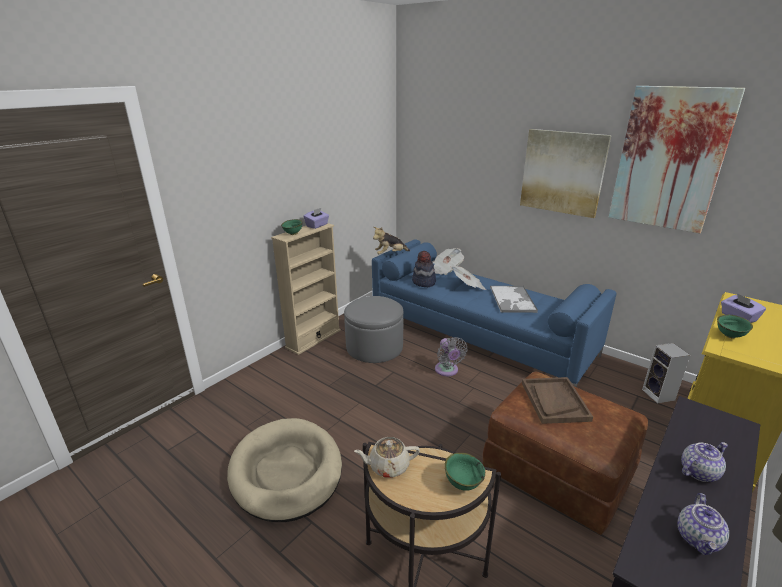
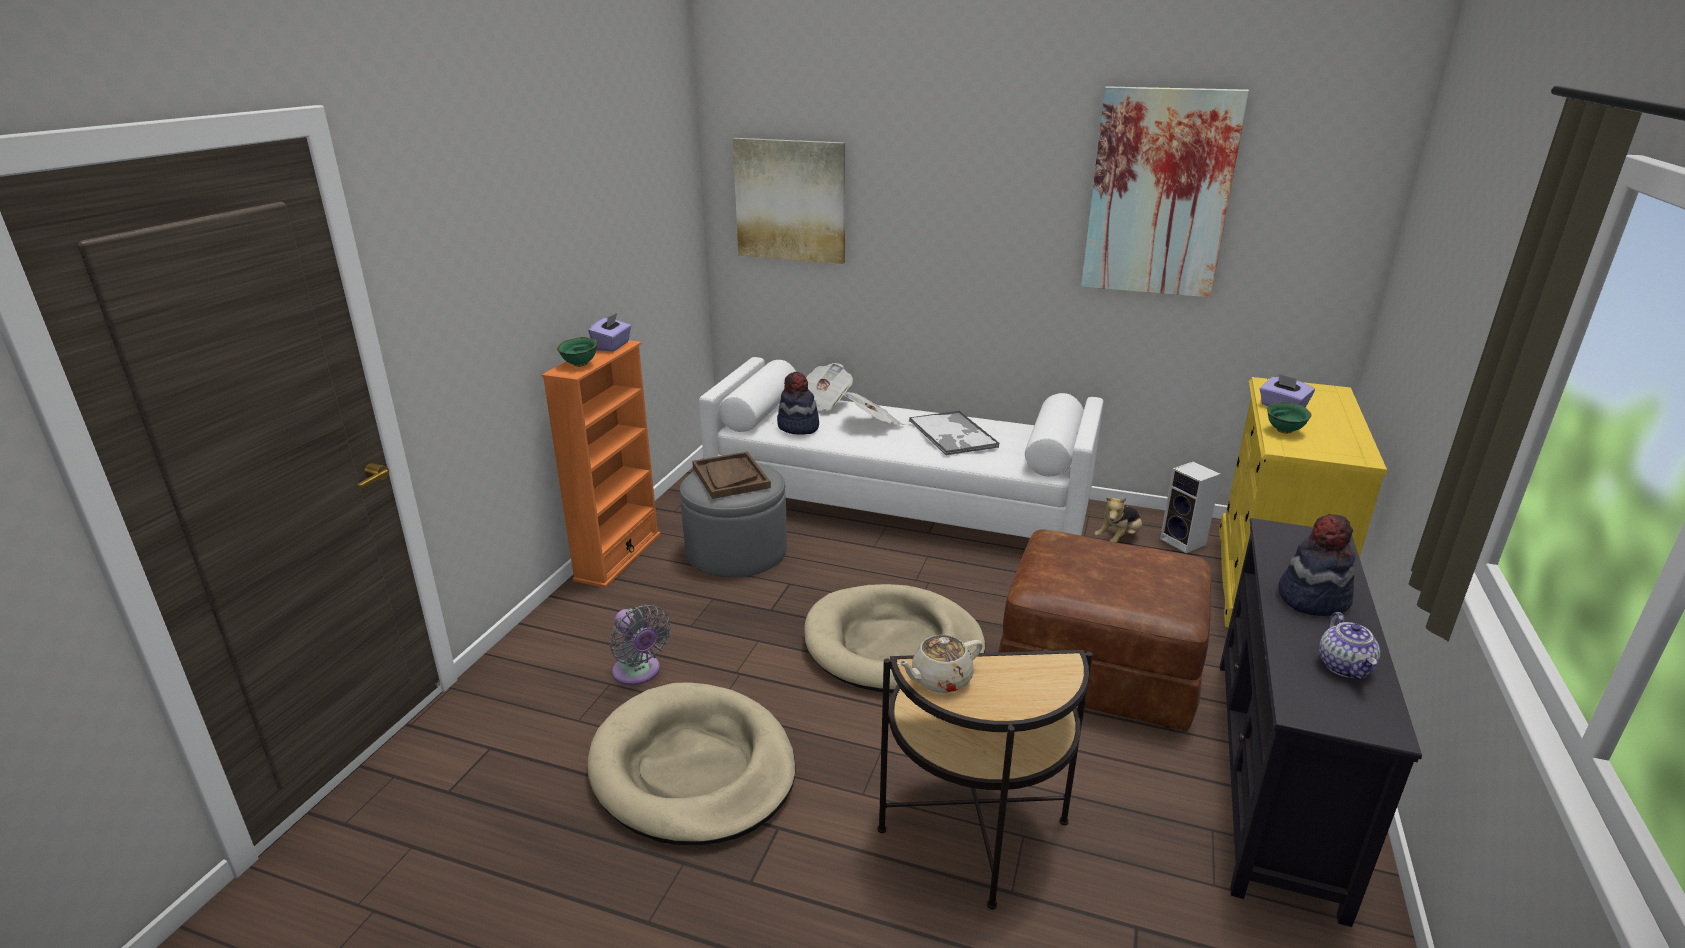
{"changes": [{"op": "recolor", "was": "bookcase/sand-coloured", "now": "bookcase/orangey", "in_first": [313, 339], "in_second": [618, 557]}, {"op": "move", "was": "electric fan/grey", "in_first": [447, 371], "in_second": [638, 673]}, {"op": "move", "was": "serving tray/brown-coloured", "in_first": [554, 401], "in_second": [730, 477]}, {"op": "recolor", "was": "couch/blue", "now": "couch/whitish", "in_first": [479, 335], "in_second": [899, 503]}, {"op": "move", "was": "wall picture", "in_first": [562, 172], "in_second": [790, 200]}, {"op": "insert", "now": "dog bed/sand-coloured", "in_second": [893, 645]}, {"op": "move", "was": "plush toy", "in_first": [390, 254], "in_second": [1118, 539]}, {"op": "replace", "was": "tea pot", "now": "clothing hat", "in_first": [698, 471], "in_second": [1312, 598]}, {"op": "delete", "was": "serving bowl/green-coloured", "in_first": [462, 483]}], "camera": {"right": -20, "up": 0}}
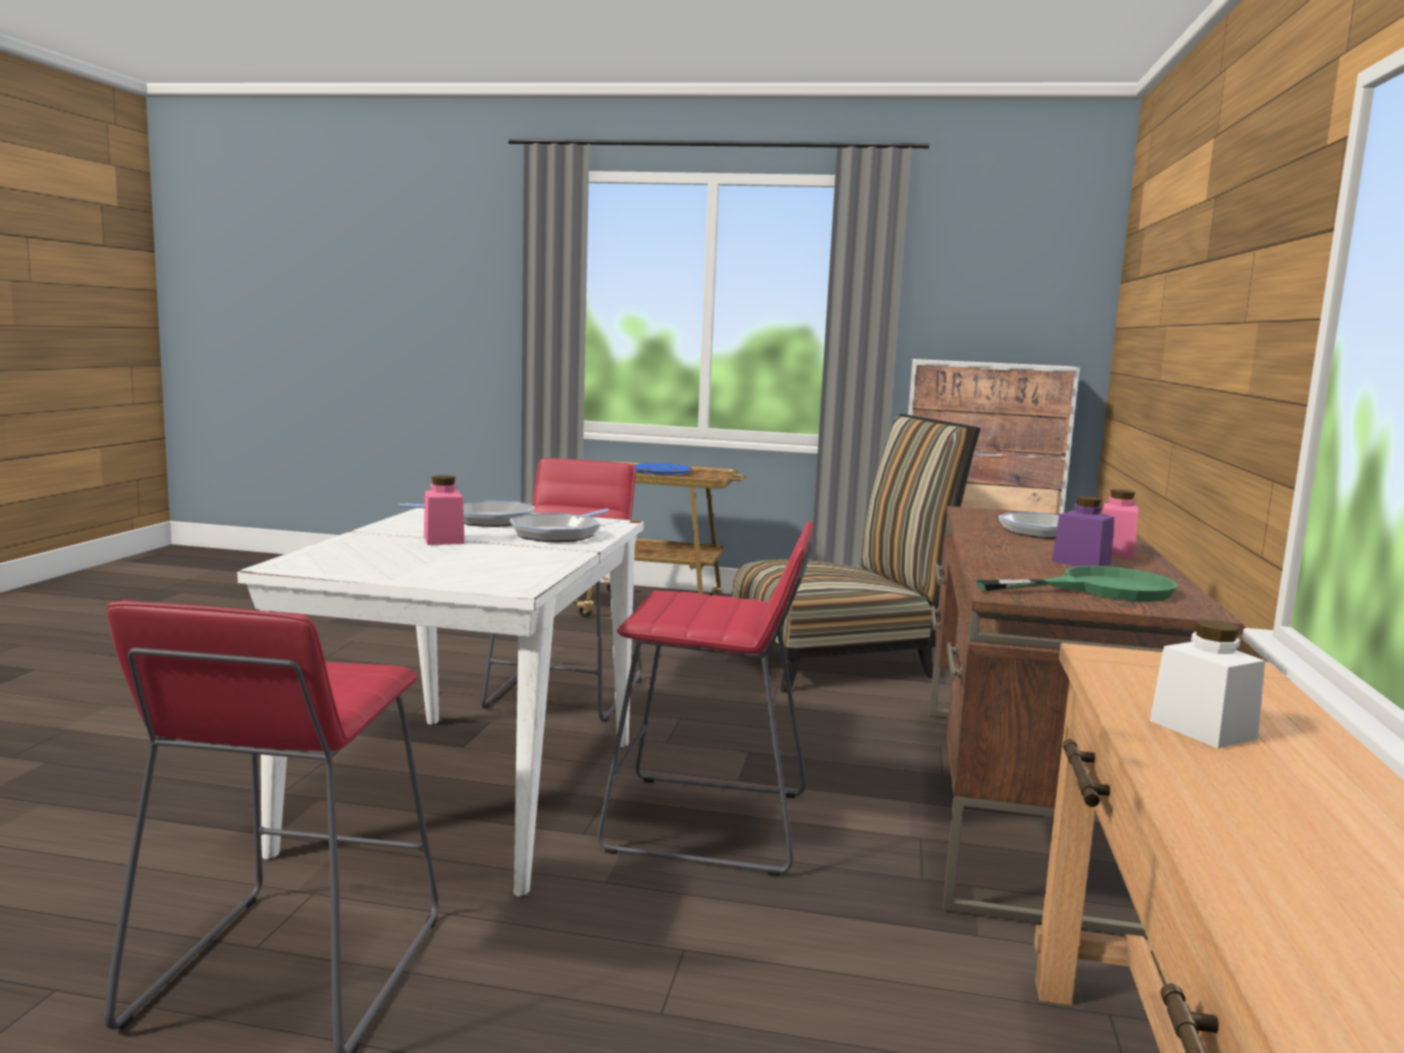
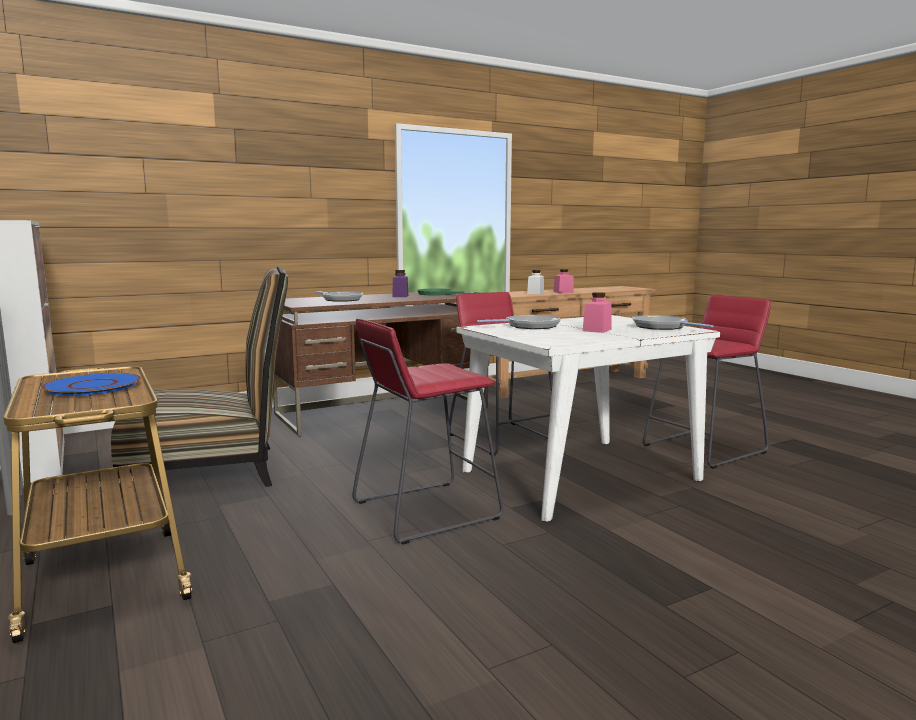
{"changes": [{"op": "rotate", "was": "chair", "in_first": [840, 660], "in_second": [213, 471], "clockwise": 135}, {"op": "move", "was": "jar/pink", "in_first": [1115, 552], "in_second": [563, 292]}, {"op": "move", "was": "skillet", "in_first": [485, 520], "in_second": [662, 327]}], "camera": {"right": -130, "up": 0}}
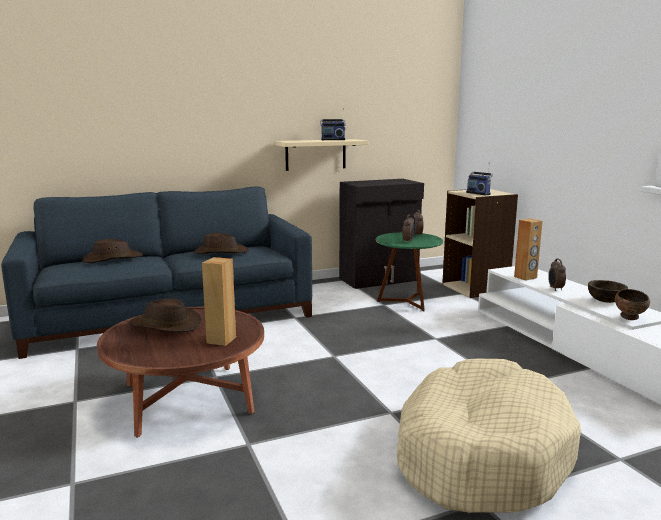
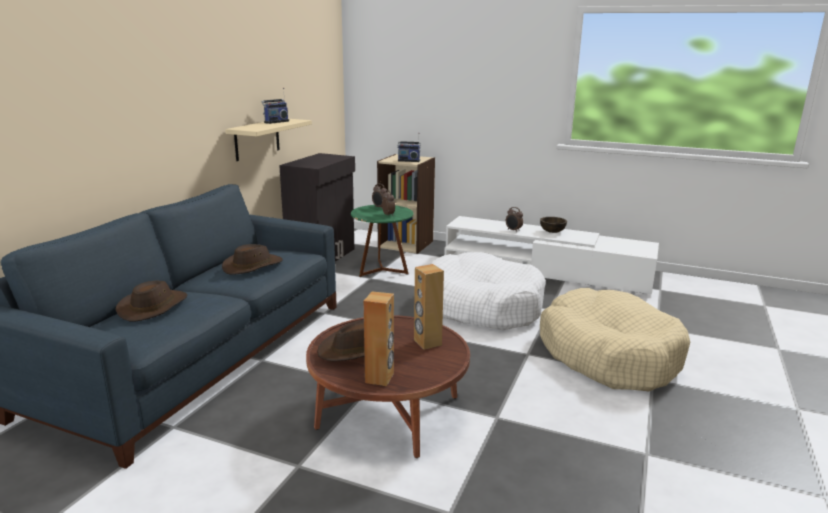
{"changes": [{"op": "move", "was": "audio speaker/brown-coloured", "in_first": [525, 277], "in_second": [380, 378]}, {"op": "insert", "now": "dog bed/whitish", "in_second": [481, 306]}, {"op": "delete", "was": "serving bowl/brown-coloured", "in_first": [630, 318]}], "camera": {"right": -45, "up": 5}}
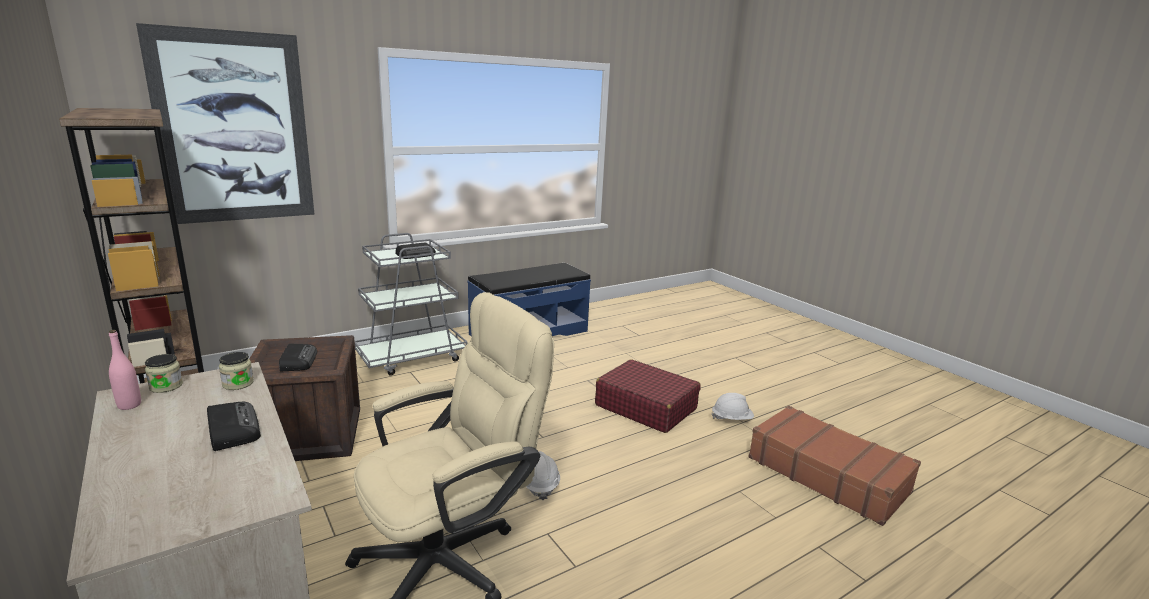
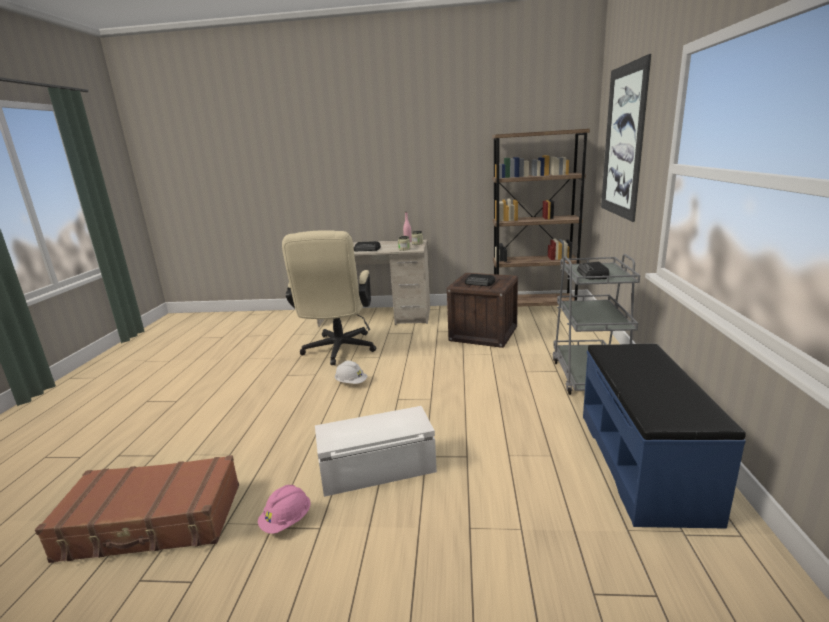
{"changes": [{"op": "recolor", "was": "safety helmet/whitish", "now": "safety helmet/pink", "in_first": [731, 419], "in_second": [287, 521]}, {"op": "replace", "was": "suitcase/reddish", "now": "storage bin/whitish", "in_first": [645, 407], "in_second": [377, 469]}], "camera": {"right": 130, "up": 0}}
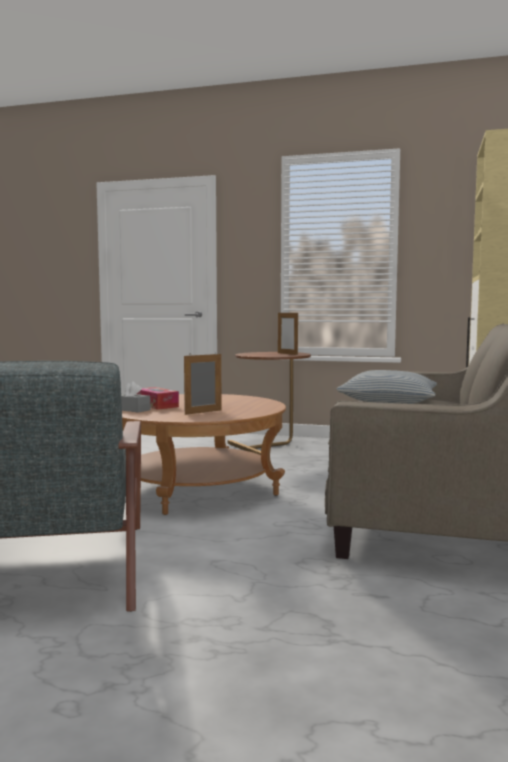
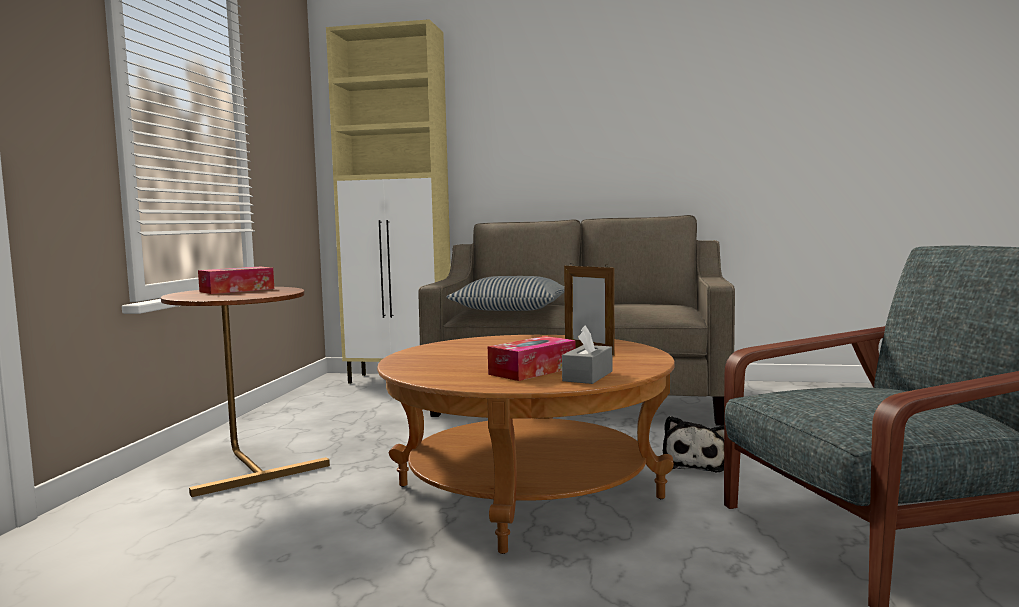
{"changes": [{"op": "replace", "was": "standing frame", "now": "tissue holder", "in_first": [287, 354], "in_second": [237, 290]}, {"op": "insert", "now": "plush toy", "in_second": [696, 463]}], "camera": {"right": -95, "up": 0}}
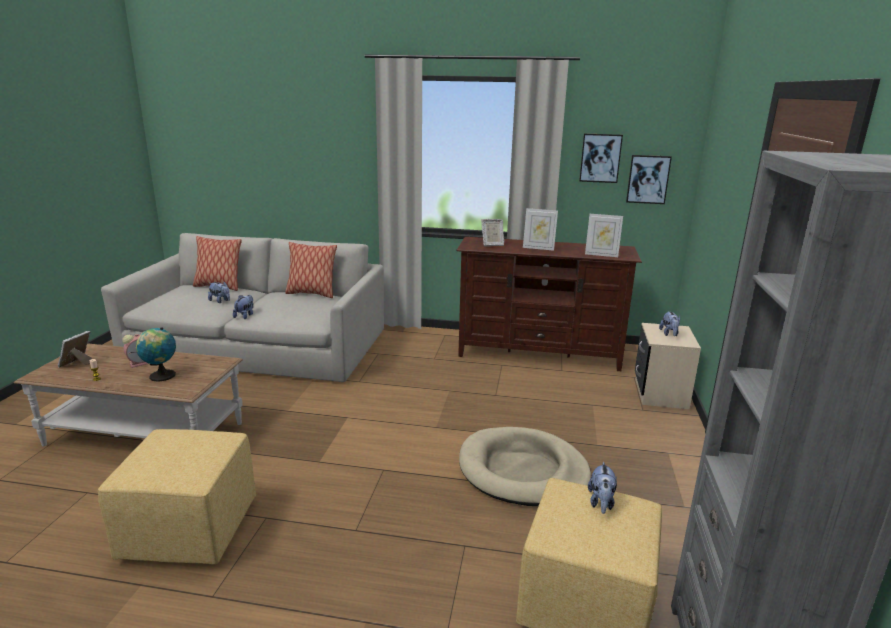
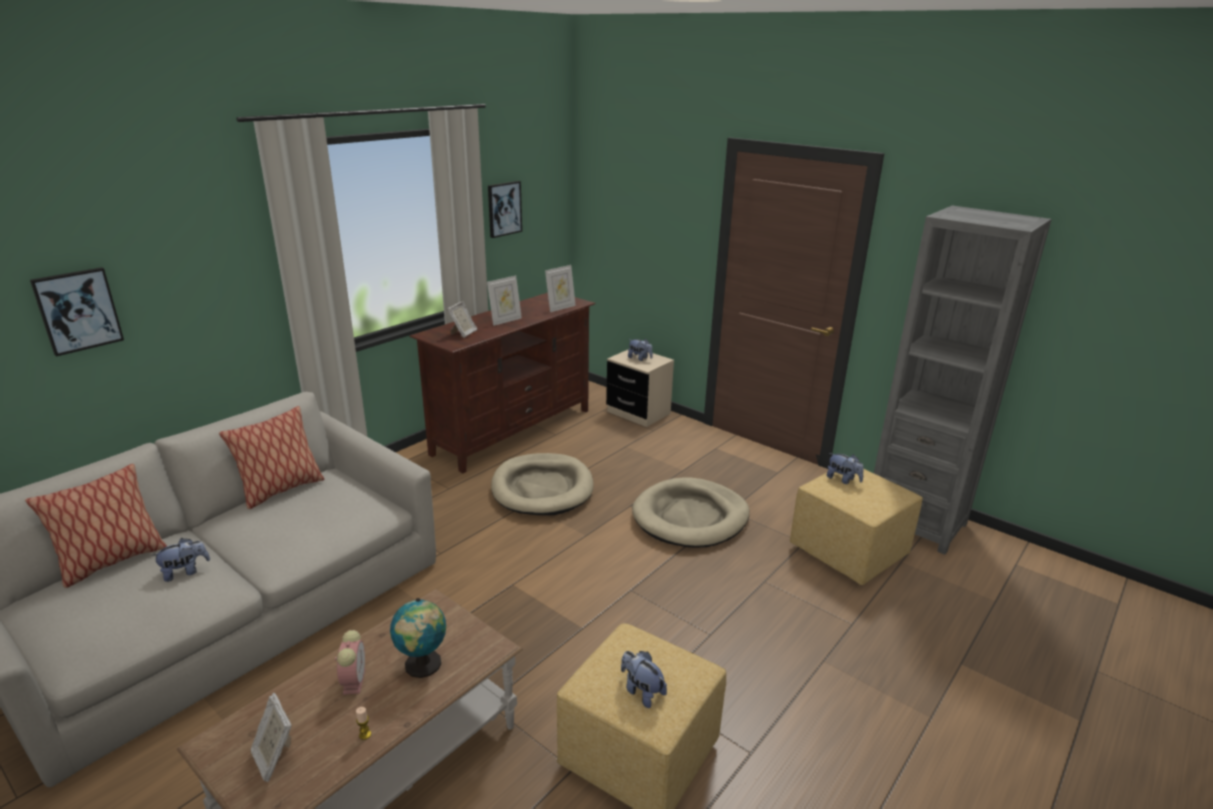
{"changes": [{"op": "move", "was": "wall picture", "in_first": [648, 179], "in_second": [78, 310]}, {"op": "insert", "now": "dog bed/sand-coloured", "in_second": [542, 488]}, {"op": "move", "was": "plush toy", "in_first": [245, 316], "in_second": [641, 691]}], "camera": {"right": -60, "up": 5}}
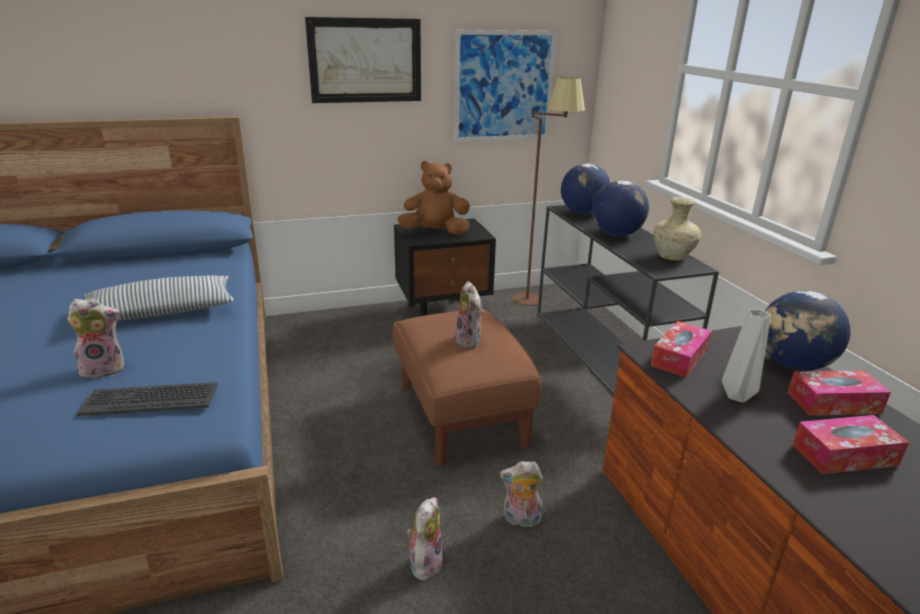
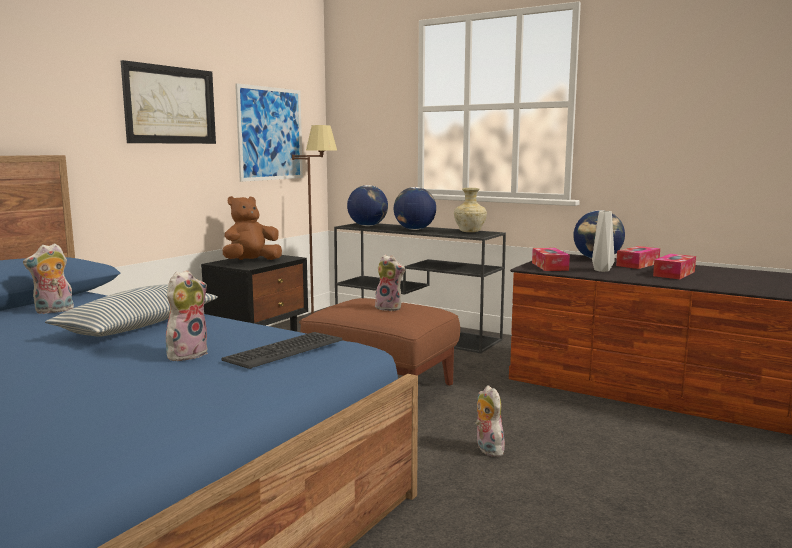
{"changes": [{"op": "move", "was": "plush toy", "in_first": [520, 520], "in_second": [53, 311]}], "camera": {"right": -40, "up": -15}}
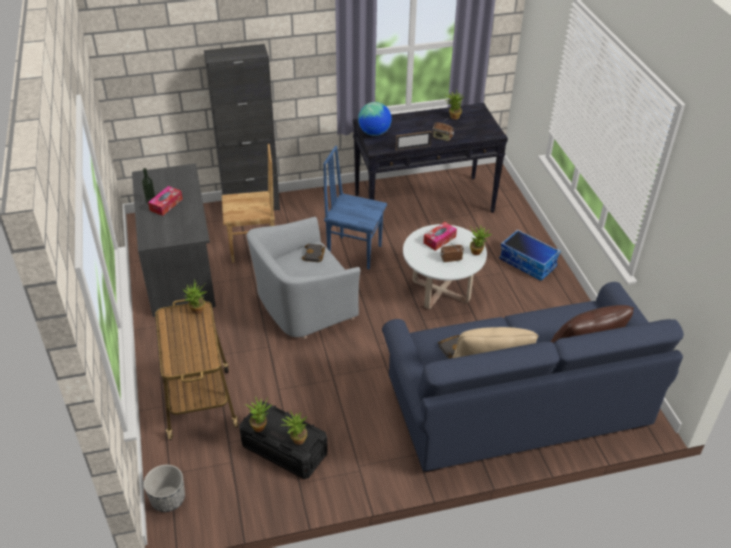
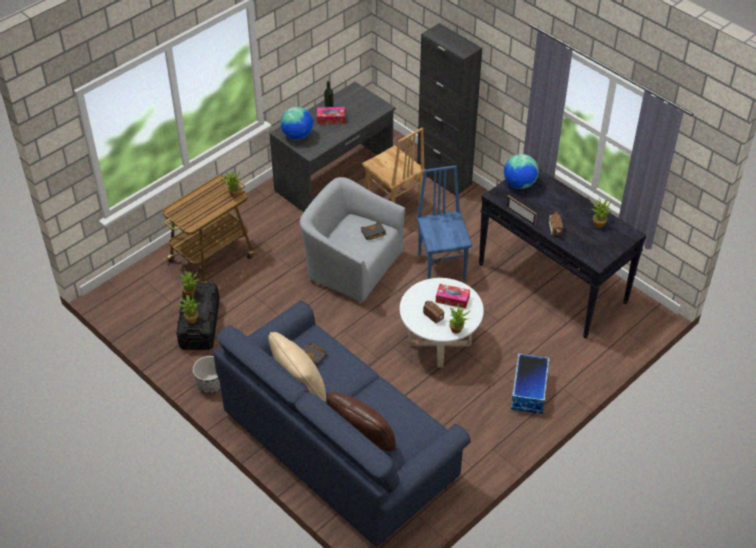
{"changes": [{"op": "move", "was": "plant pot", "in_first": [168, 499], "in_second": [210, 384]}, {"op": "insert", "now": "world globe", "in_second": [297, 135]}], "camera": {"right": 60, "up": 5}}
